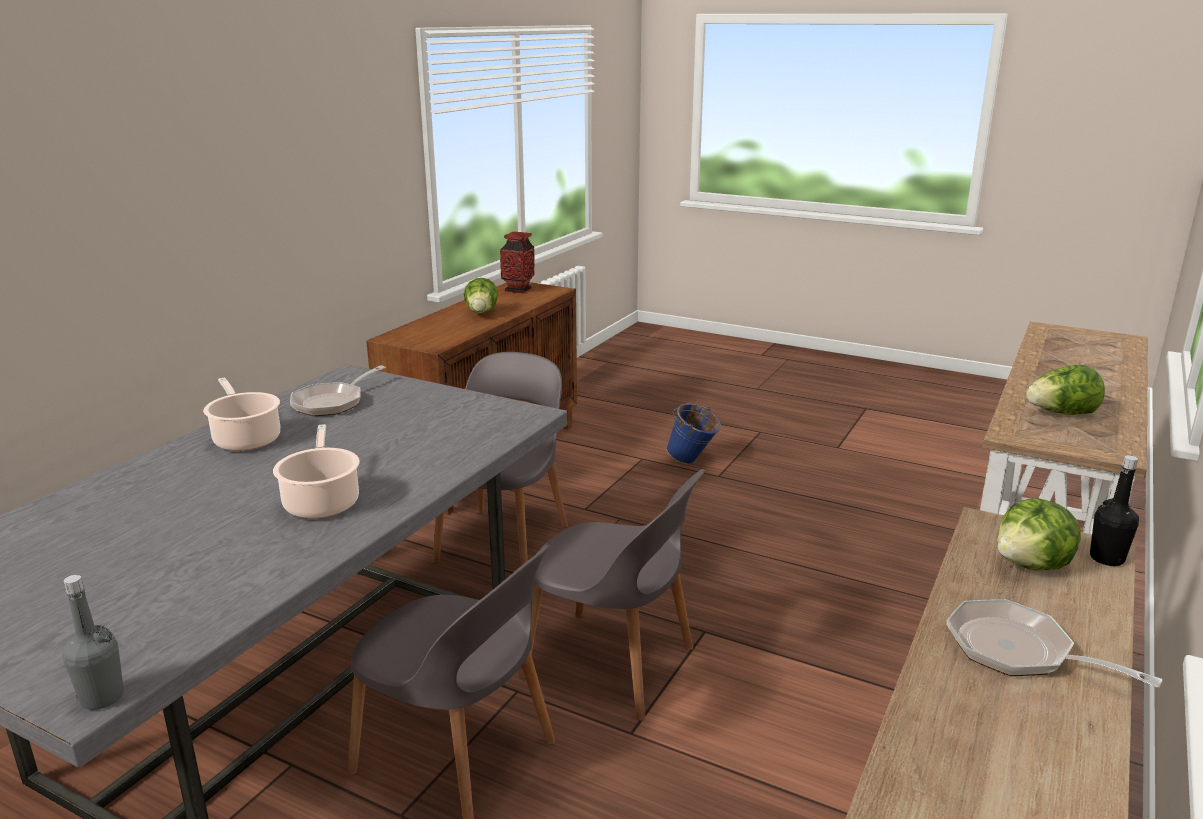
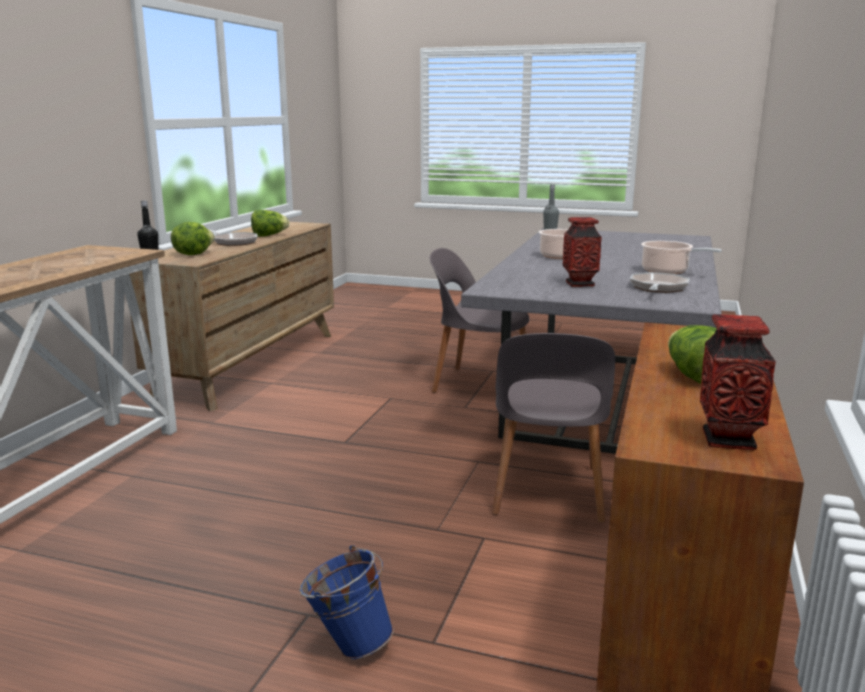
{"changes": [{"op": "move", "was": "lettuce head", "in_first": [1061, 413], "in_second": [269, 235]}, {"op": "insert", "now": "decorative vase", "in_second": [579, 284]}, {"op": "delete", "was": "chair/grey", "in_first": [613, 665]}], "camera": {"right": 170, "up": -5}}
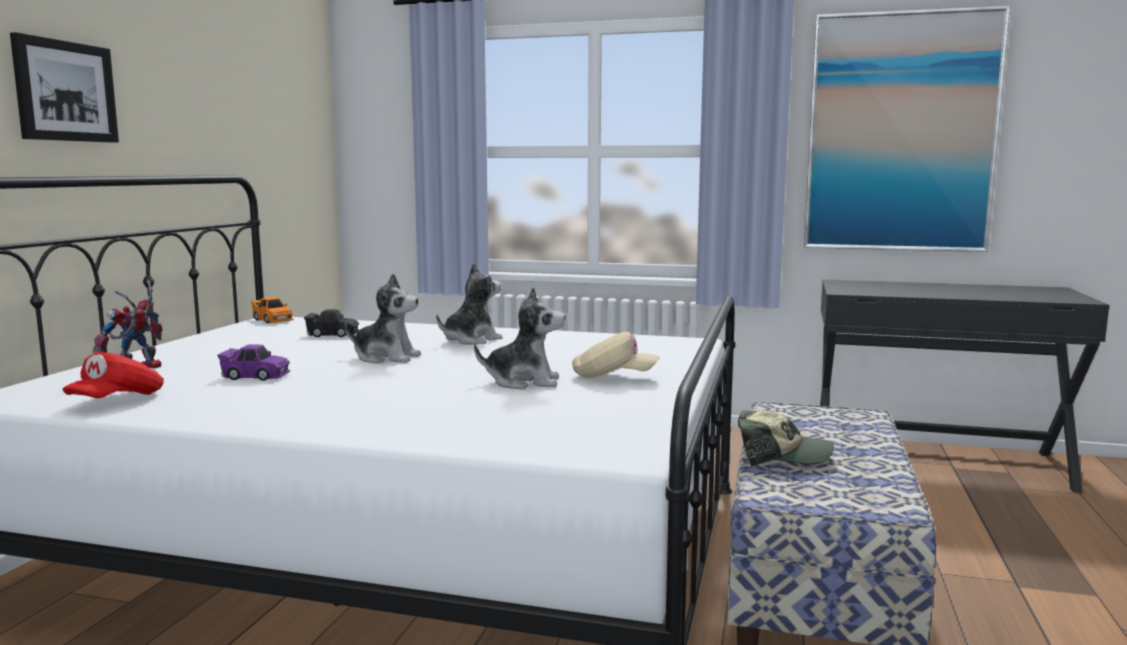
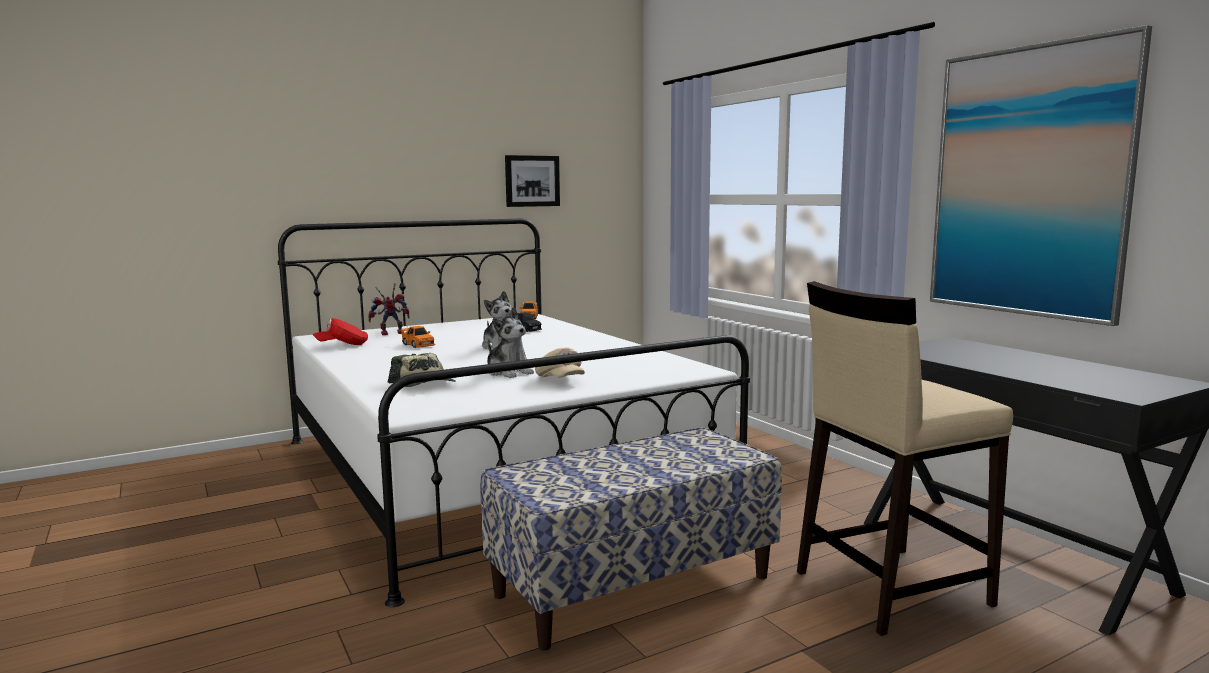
{"changes": [{"op": "move", "was": "cap", "in_first": [782, 456], "in_second": [424, 384]}, {"op": "recolor", "was": "toy car/purple", "now": "toy car/orangey", "in_first": [255, 376], "in_second": [418, 345]}, {"op": "move", "was": "wall picture", "in_first": [64, 91], "in_second": [532, 181]}, {"op": "insert", "now": "sitting stool/sand-coloured", "in_second": [889, 588]}, {"op": "delete", "was": "plush toy", "in_first": [470, 340]}], "camera": {"right": 45, "up": 0}}
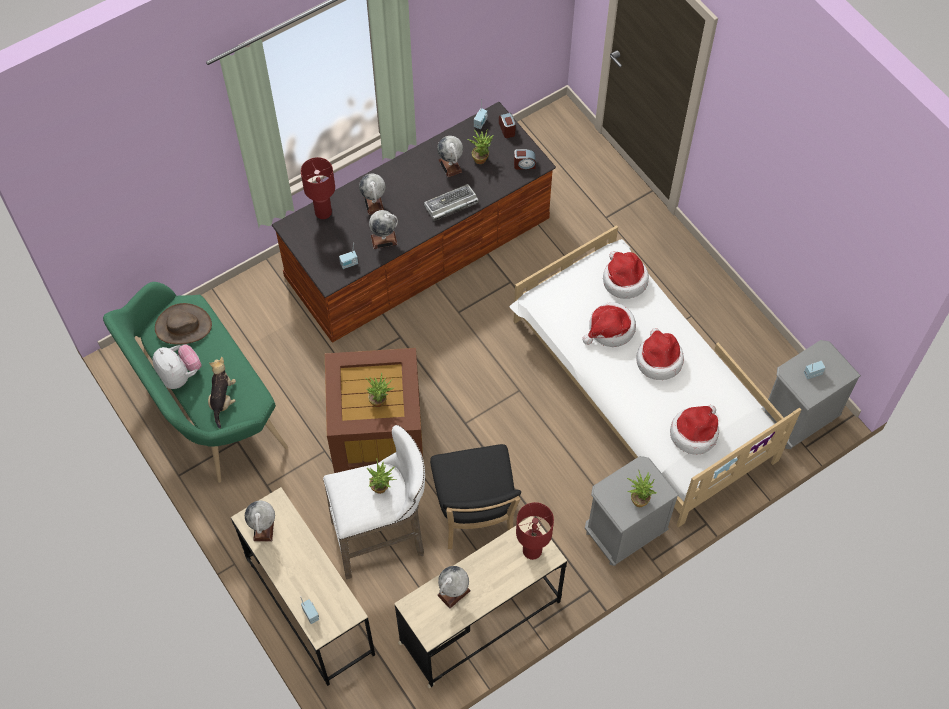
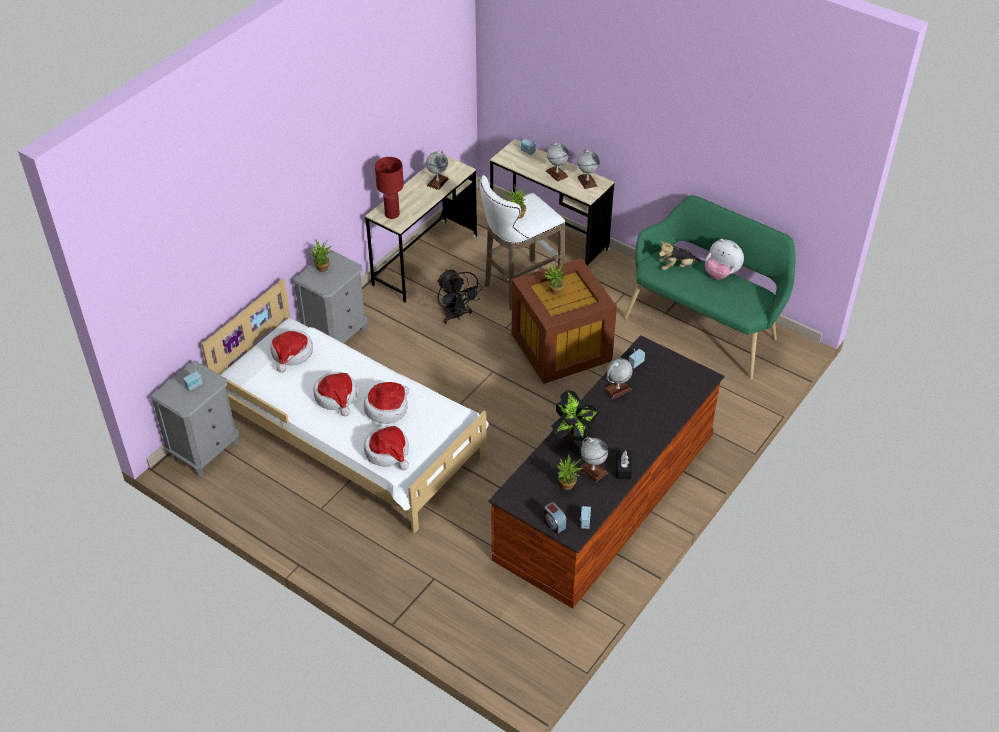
{"changes": [{"op": "replace", "was": "chair/black", "now": "electric fan/black", "in_first": [475, 516], "in_second": [456, 316]}, {"op": "move", "was": "world globe", "in_first": [374, 203], "in_second": [557, 174]}, {"op": "replace", "was": "keyboard", "now": "plant in a pot", "in_first": [450, 205], "in_second": [573, 435]}, {"op": "insert", "now": "tissue holder/black", "in_second": [623, 468]}, {"op": "rotate", "was": "plush toy", "in_first": [222, 399], "in_second": [676, 267], "clockwise": 90}, {"op": "delete", "was": "clothing hat/brown-coloured", "in_first": [183, 326]}, {"op": "delete", "was": "lamp for a table/reddish", "in_first": [323, 212]}, {"op": "delete", "was": "alarm clock", "in_first": [524, 164]}], "camera": {"right": 160, "up": -15}}
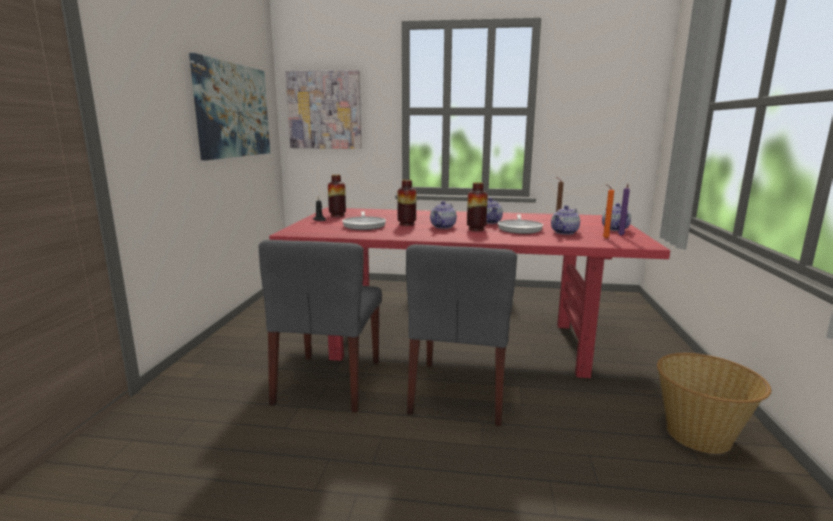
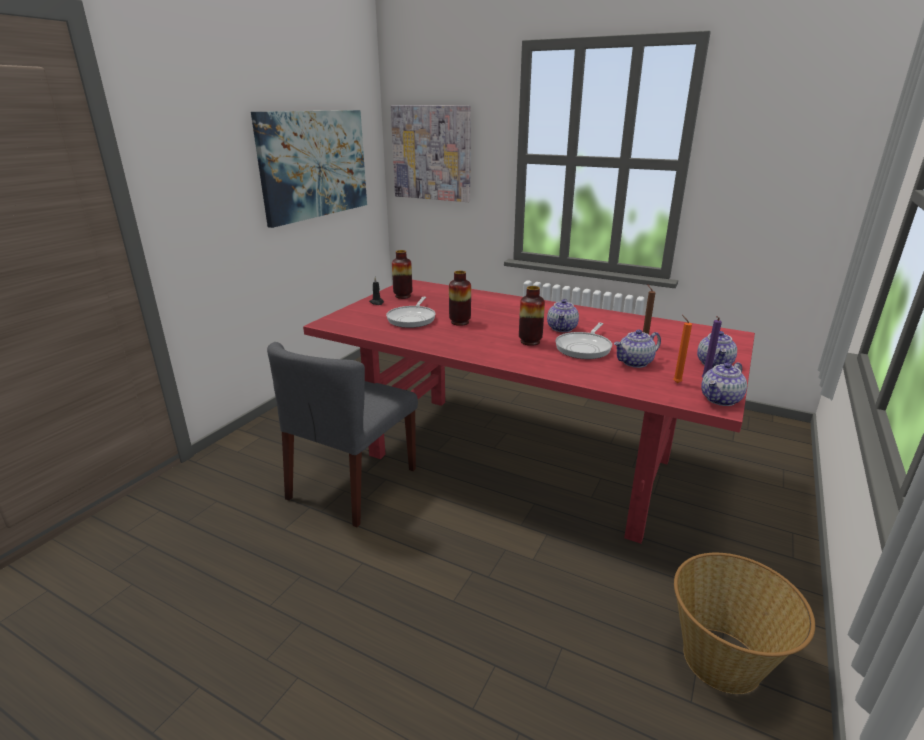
{"changes": [{"op": "move", "was": "tea pot", "in_first": [443, 227], "in_second": [721, 400]}, {"op": "delete", "was": "chair/grey", "in_first": [459, 392]}], "camera": {"right": 20, "up": 10}}
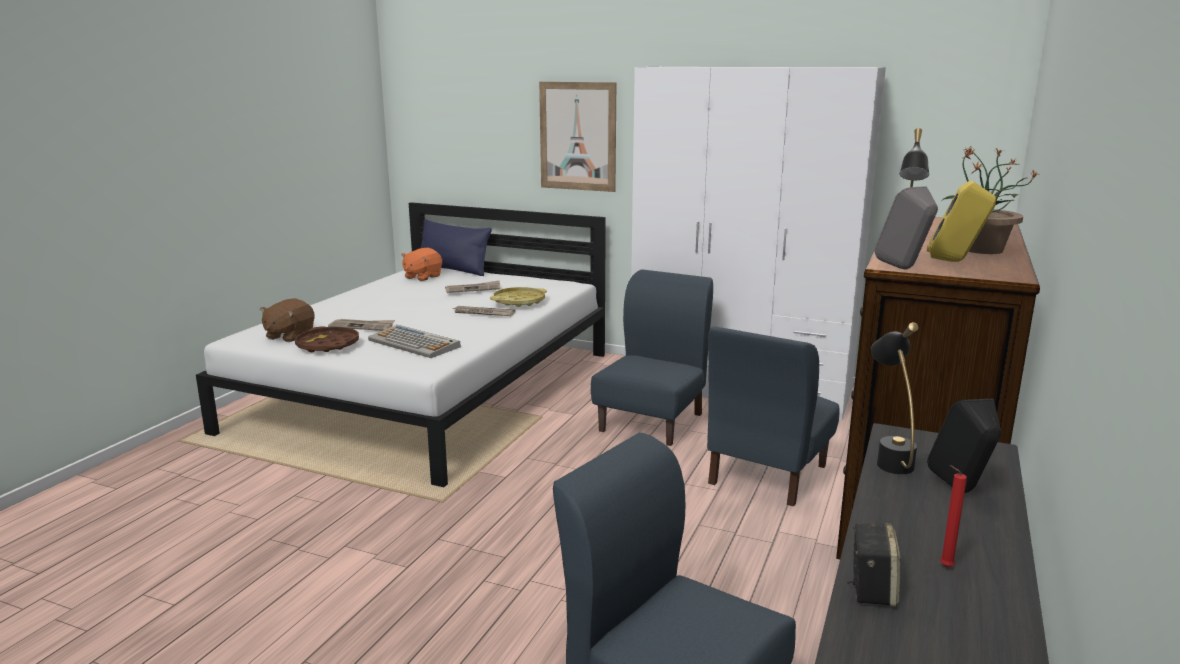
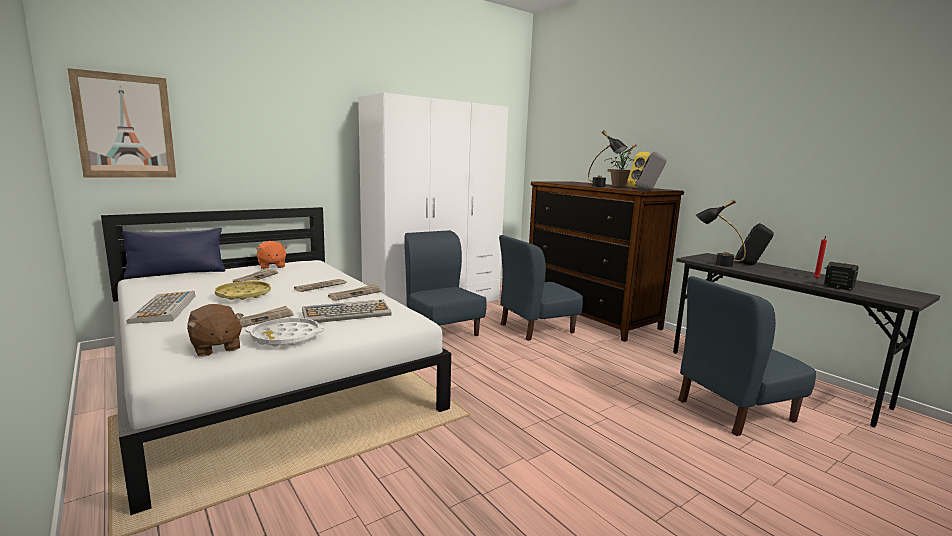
{"changes": [{"op": "move", "was": "wall picture", "in_first": [578, 136], "in_second": [125, 126]}, {"op": "insert", "now": "keyboard", "in_second": [164, 309]}, {"op": "move", "was": "serving tray/yellowish", "in_first": [518, 301], "in_second": [243, 295]}, {"op": "recolor", "was": "serving tray/brown-coloured", "now": "serving tray/whitish", "in_first": [327, 345], "in_second": [286, 337]}, {"op": "move", "was": "plush toy/orangey", "in_first": [422, 277], "in_second": [271, 266]}, {"op": "insert", "now": "newspaper", "in_second": [355, 294]}, {"op": "rotate", "was": "chair/blue", "in_first": [766, 474], "in_second": [536, 328], "clockwise": 90}], "camera": {"right": -60, "up": -5}}
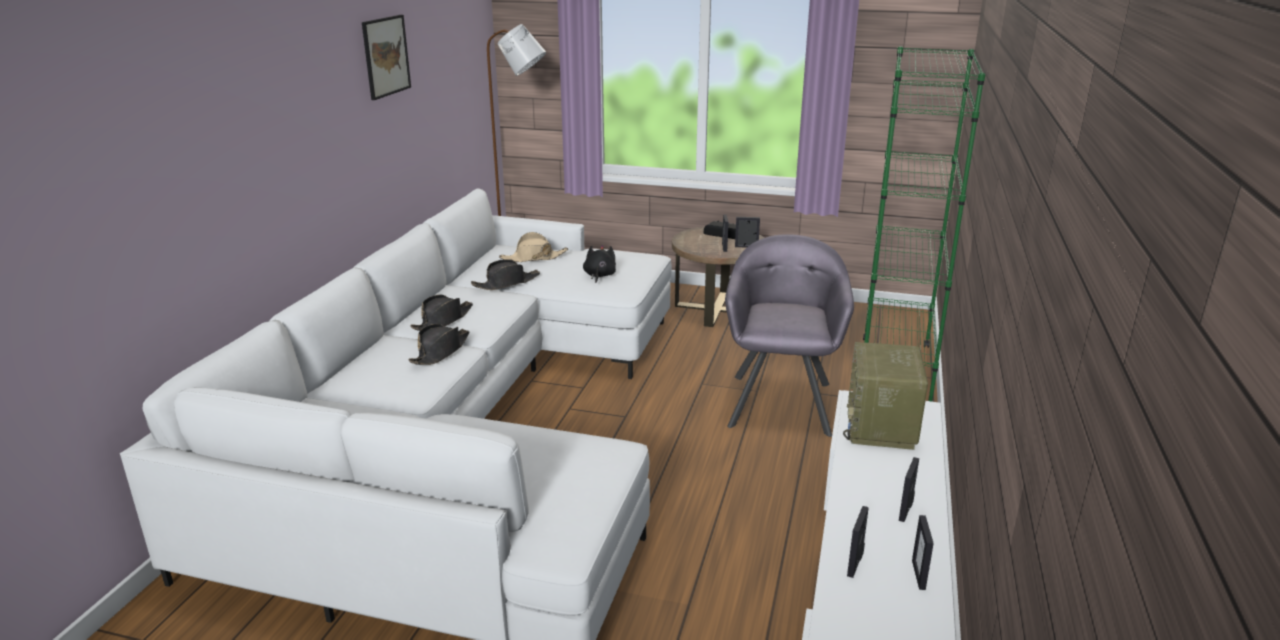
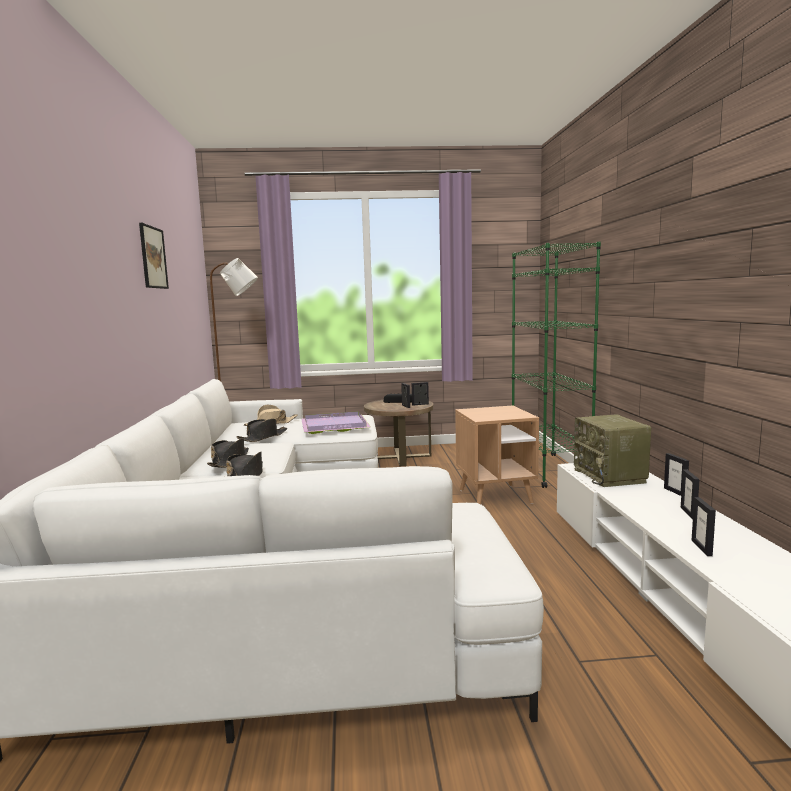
{"changes": [{"op": "replace", "was": "plush toy/black", "now": "serving tray/purple", "in_first": [599, 275], "in_second": [333, 426]}, {"op": "replace", "was": "armchair/grey", "now": "accent table/brown-coloured", "in_first": [781, 403], "in_second": [495, 497]}, {"op": "move", "was": "standing frame", "in_first": [919, 575], "in_second": [675, 492]}], "camera": {"right": -20, "up": -15}}
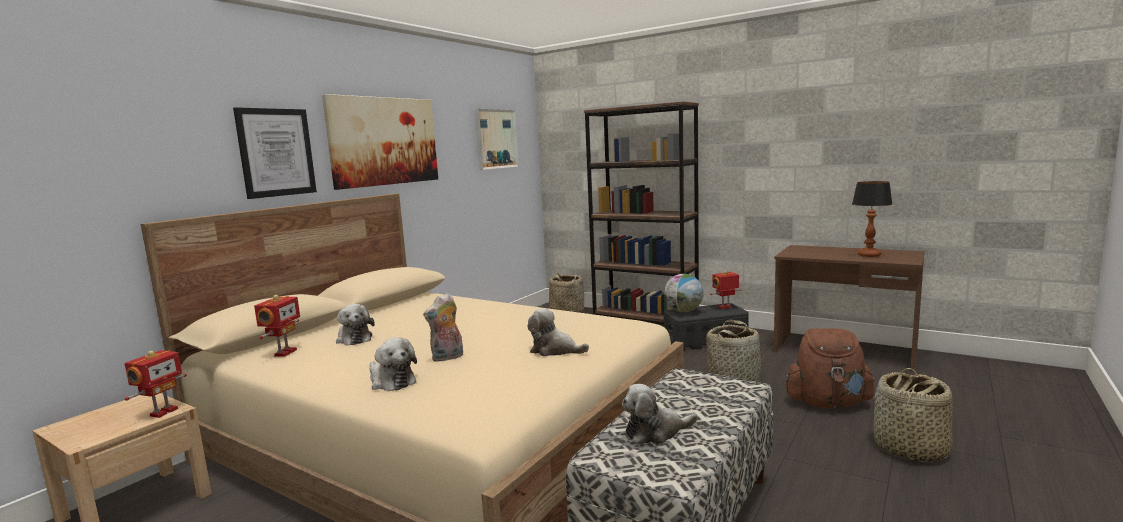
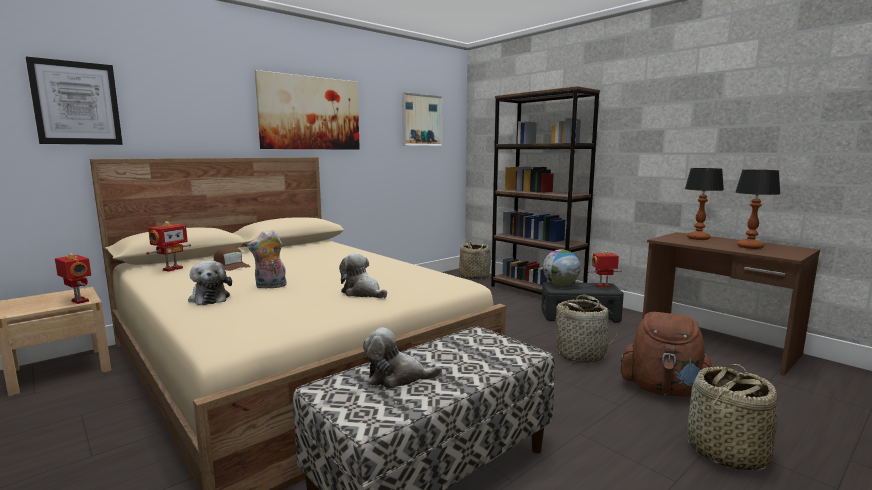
{"changes": [{"op": "move", "was": "wall picture", "in_first": [276, 152], "in_second": [76, 103]}, {"op": "rotate", "was": "toy robot", "in_first": [163, 412], "in_second": [78, 301], "clockwise": -90}, {"op": "replace", "was": "plush toy", "now": "cap/brown-coloured", "in_first": [354, 338], "in_second": [231, 265]}, {"op": "insert", "now": "lamp for a table", "in_second": [698, 238]}], "camera": {"right": 15, "up": 0}}
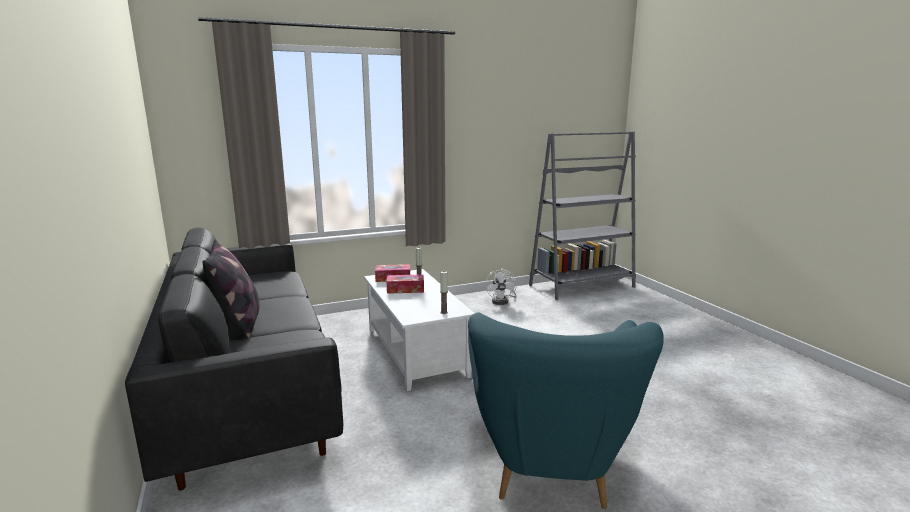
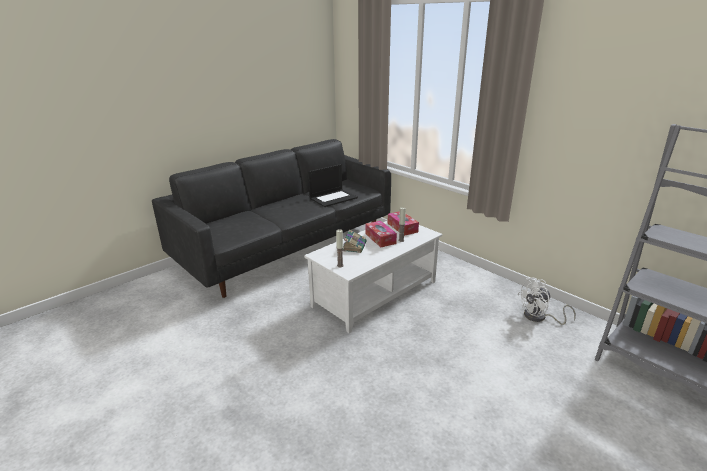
{"changes": [{"op": "insert", "now": "laptop", "in_second": [333, 198]}, {"op": "insert", "now": "bound book", "in_second": [354, 246]}, {"op": "delete", "was": "cushion", "in_first": [239, 323]}, {"op": "delete", "was": "armchair/turquoise", "in_first": [549, 463]}], "camera": {"right": 70, "up": 10}}
